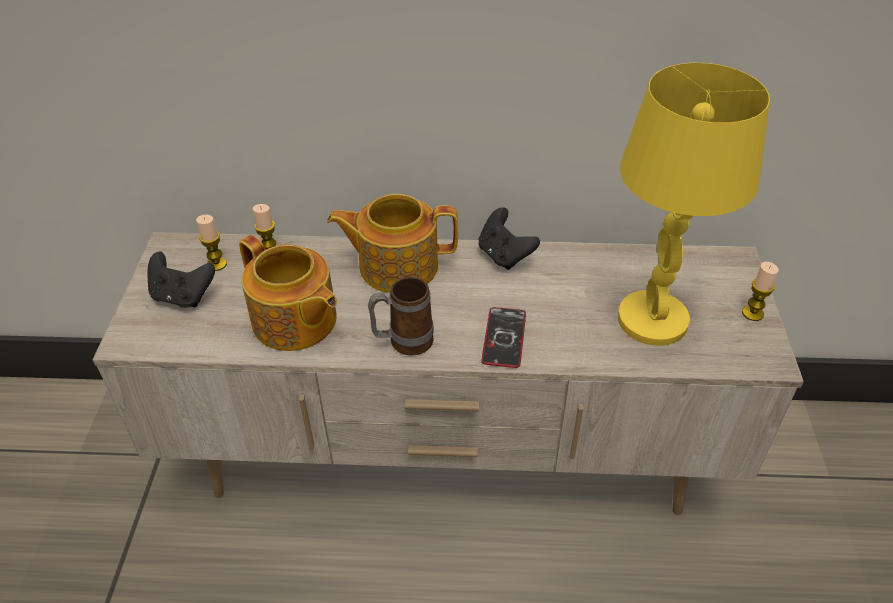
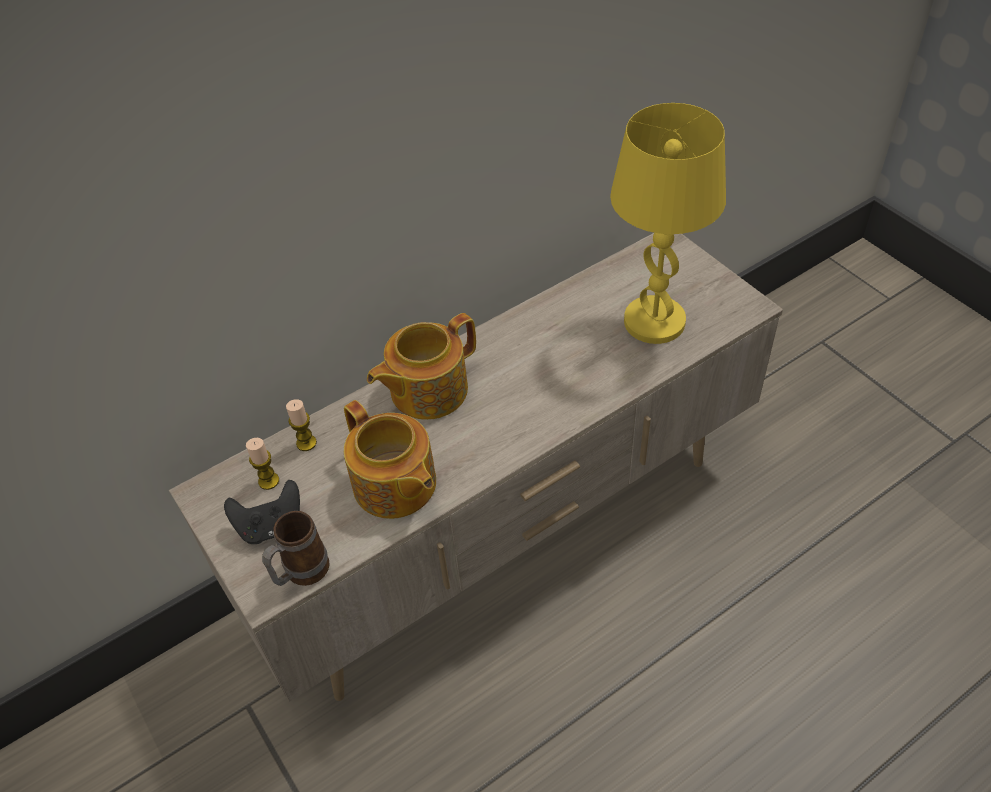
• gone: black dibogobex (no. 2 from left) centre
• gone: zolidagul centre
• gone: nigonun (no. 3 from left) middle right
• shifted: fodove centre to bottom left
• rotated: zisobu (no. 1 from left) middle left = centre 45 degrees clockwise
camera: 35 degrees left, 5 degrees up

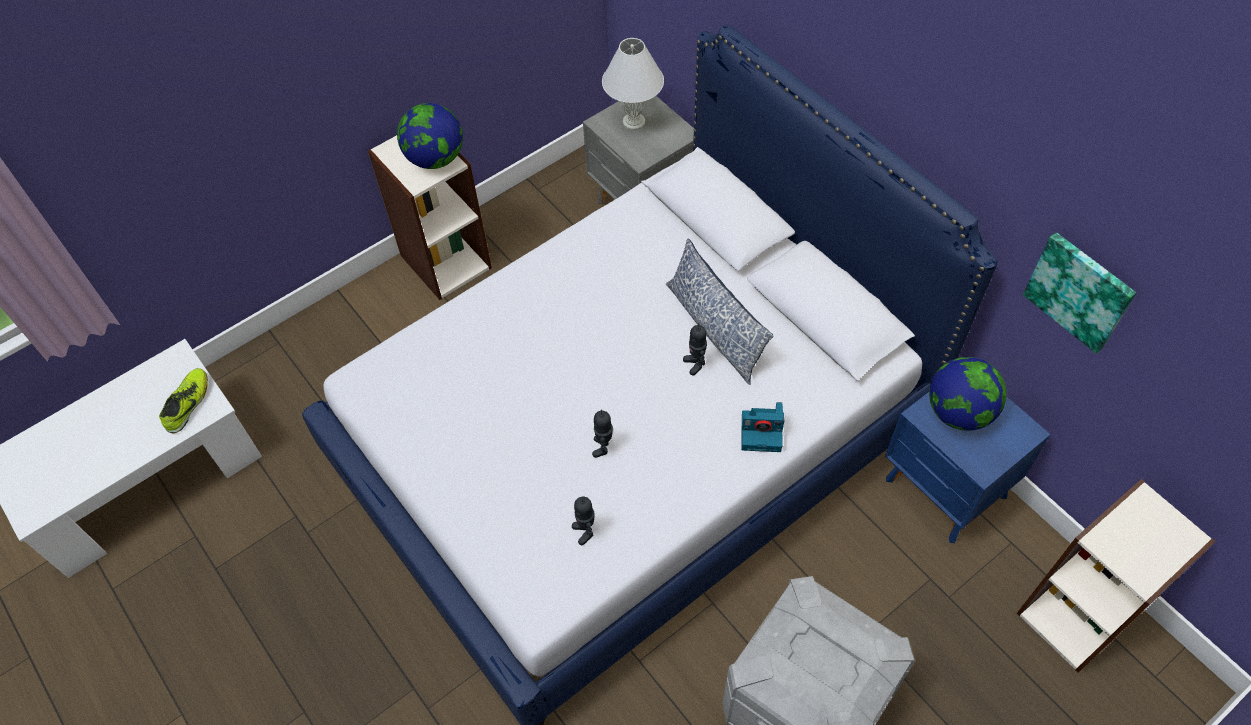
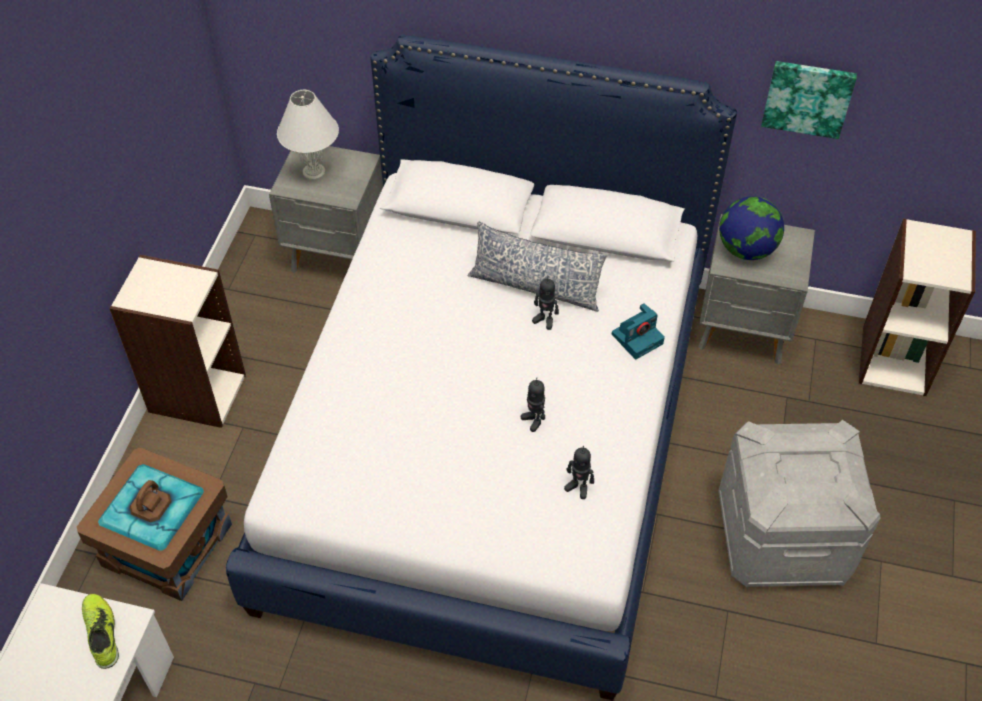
• gone: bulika (no. 1 from left) top centre
• new: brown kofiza bottom left
• repainted: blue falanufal middle right to grey falanufal (no. 2 from left) middle right
camera: 40 degrees left, 5 degrees down

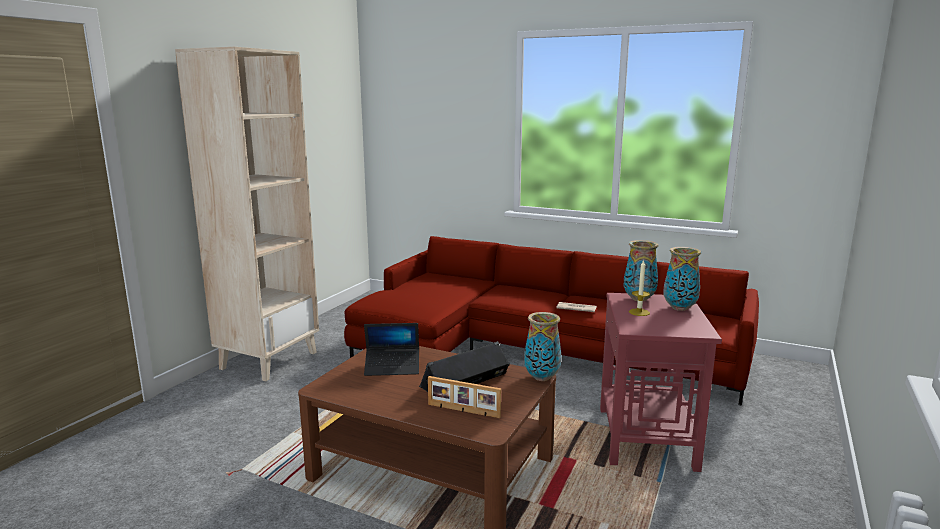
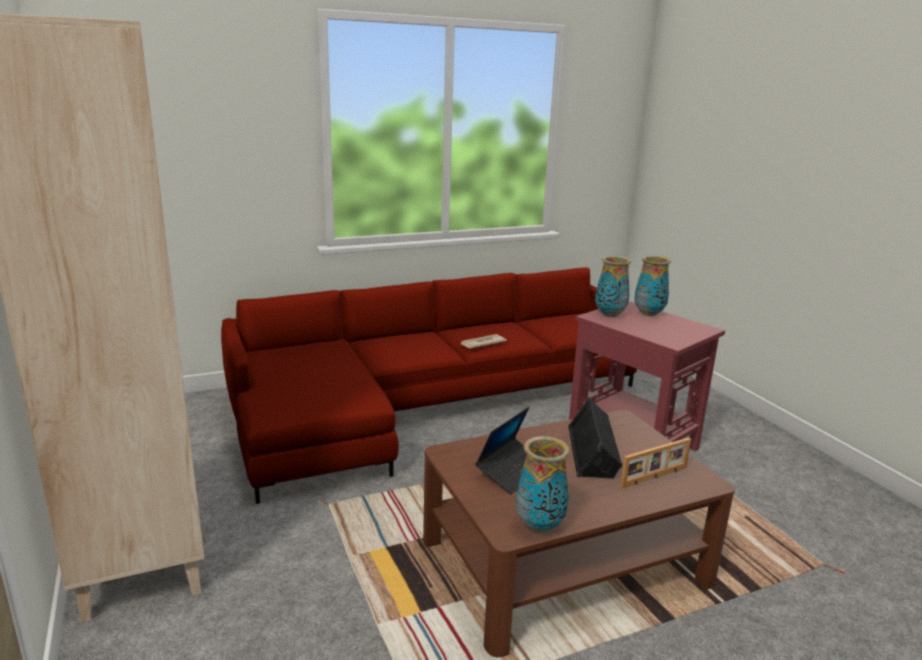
• gone: nigonun middle right
• shifted: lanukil (no. 1 from left) centre to bottom centre
camera: 50 degrees left, 5 degrees up

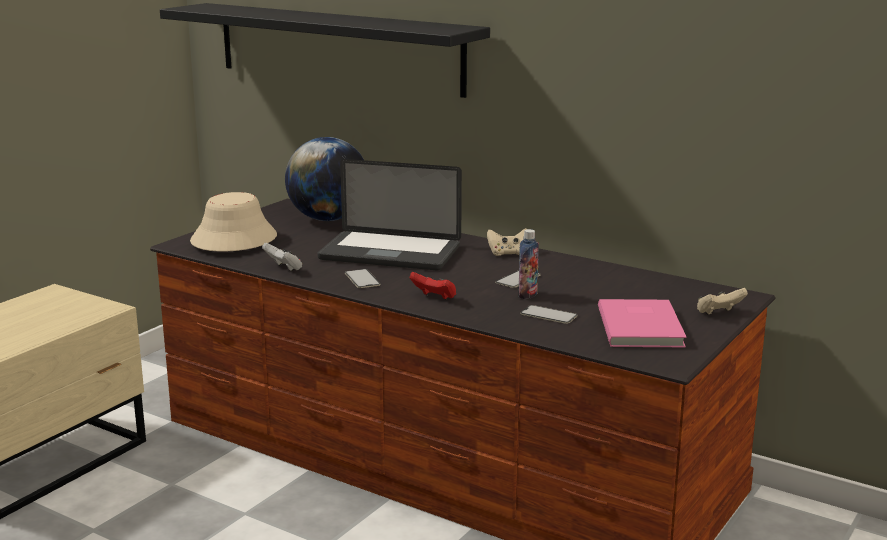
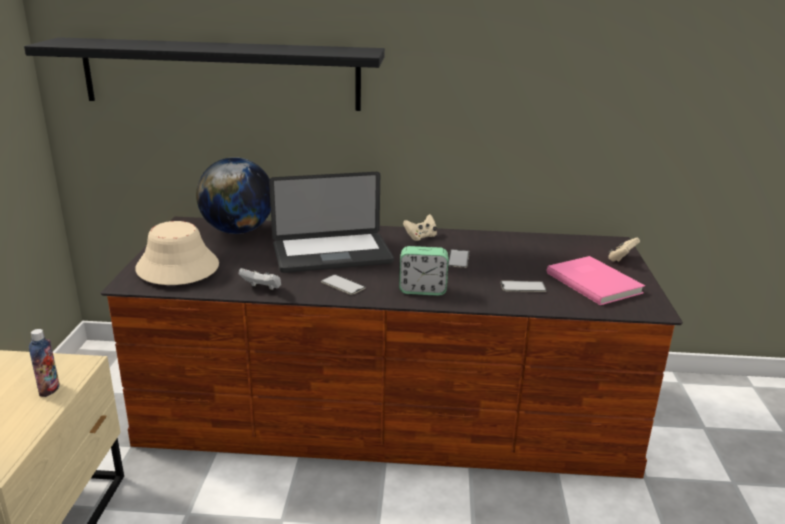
• shifted: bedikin centre to bottom left
• swapped: red dibogobex centre to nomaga centre
camera: 30 degrees left, 5 degrees up

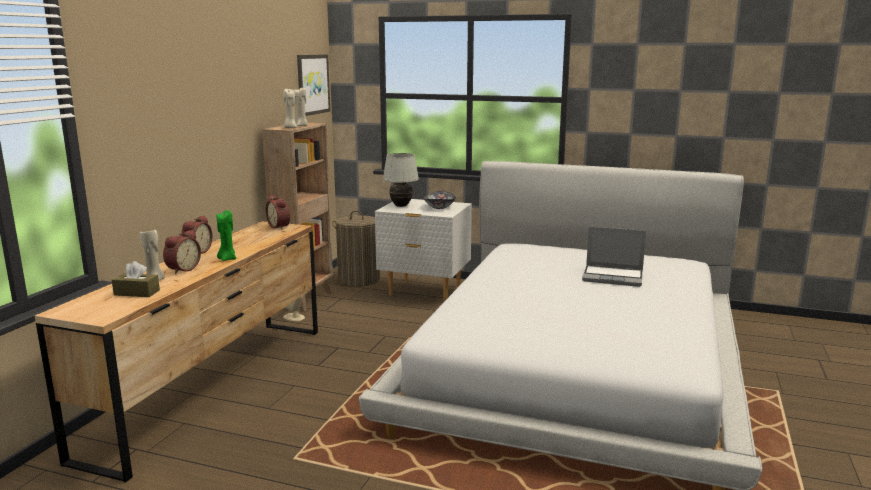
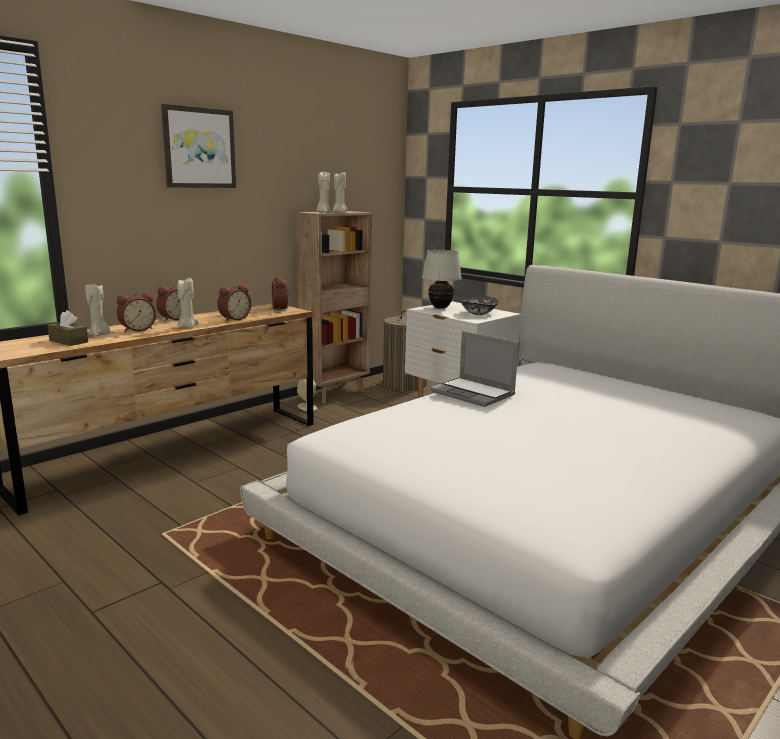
• new: nomaga (no. 3 from left) middle left
• shifted: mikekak top centre to top left
• shifted: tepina middle right to centre
• repainted: green nigonun middle left to beige nigonun (no. 2 from left) middle left
camera: 25 degrees right, 0 degrees up

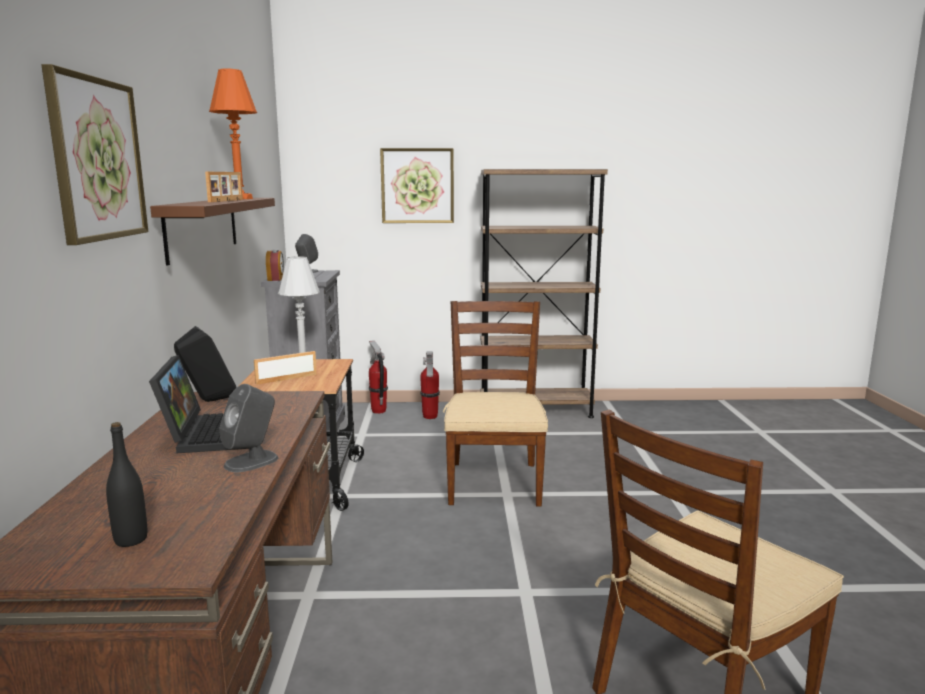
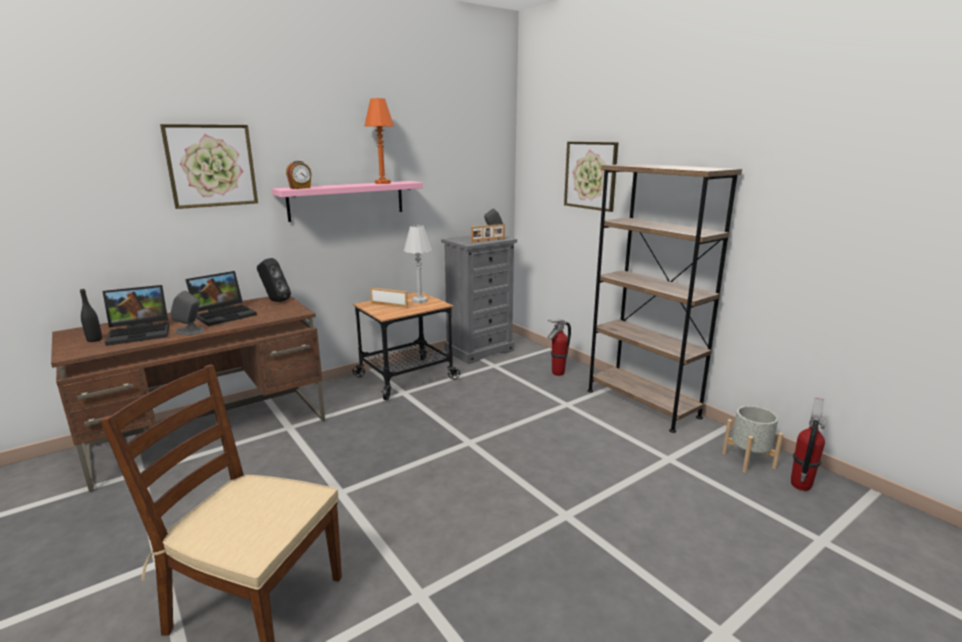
• gone: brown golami (no. 1 from left) centre
• new: tepina (no. 1 from left) middle left
• new: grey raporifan bottom right
• shifted: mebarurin (no. 1 from left in the first image) top left to mebarurin (no. 2 from left) centre
• shifted: nomaga middle left to top left
• shifted: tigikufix (no. 1 from left in the first image) centre to tigikufix (no. 2 from left) bottom right
• repainted: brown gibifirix middle left to pink gibifirix top centre
camera: 55 degrees right, 5 degrees up

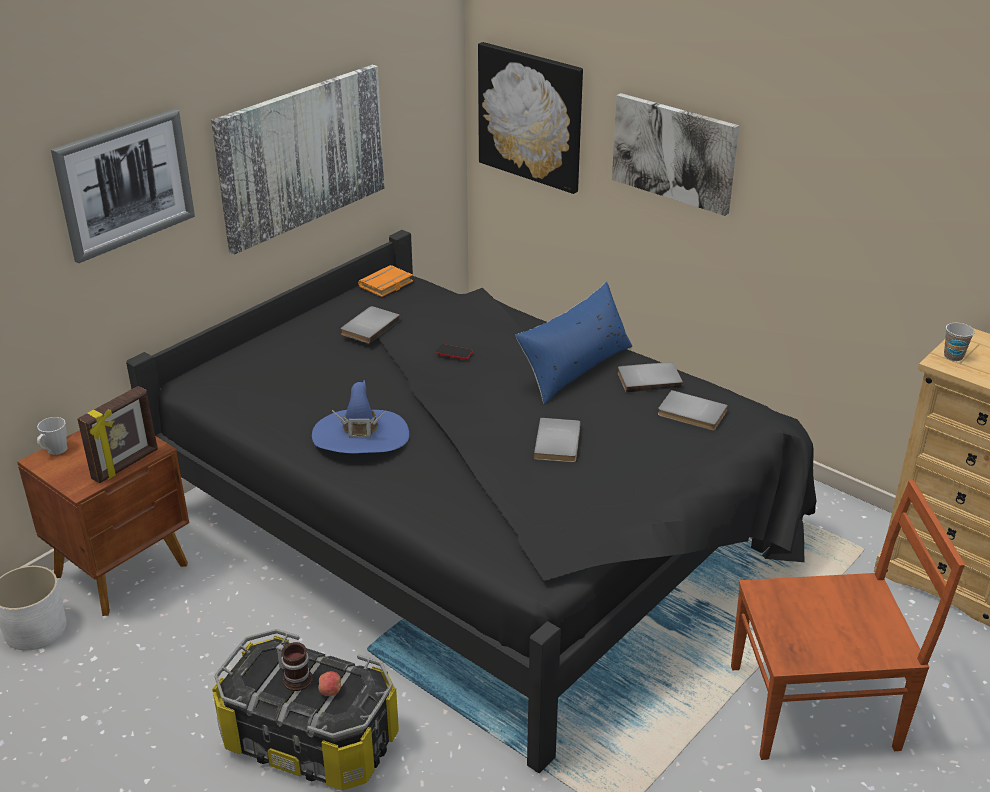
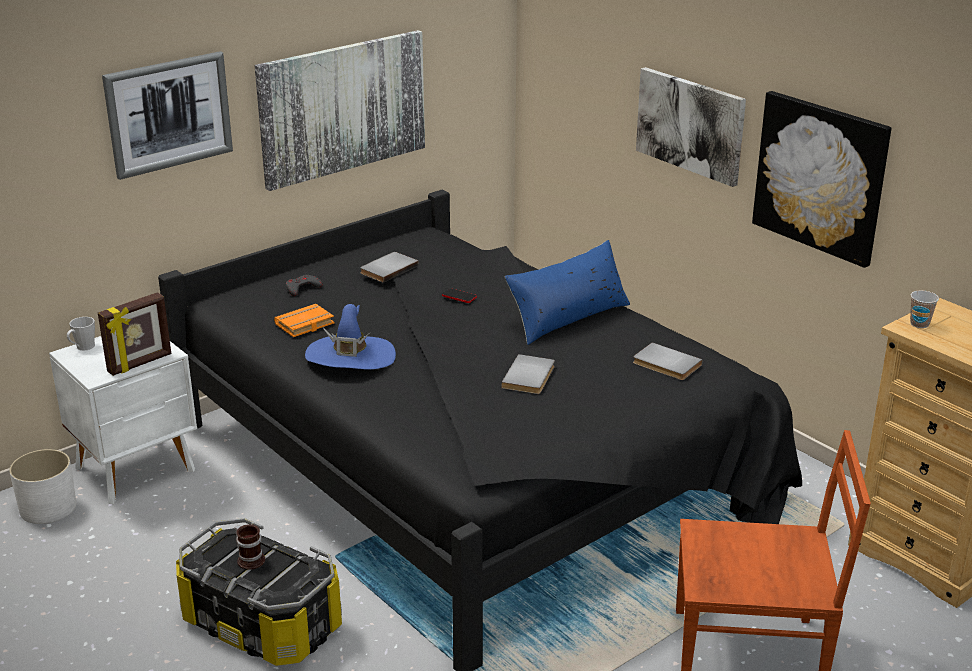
• gone: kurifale bottom left
• gone: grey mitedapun (no. 3 from left) centre
• new: grey dibogobex middle left
• shifted: orange mitedapun centre to middle left
• shifted: mikekak (no. 3 from left in the first image) top centre to mikekak (no. 4 from left) top right
• repainted: brown falanufal middle left to white falanufal middle left
camera: 10 degrees right, 5 degrees down

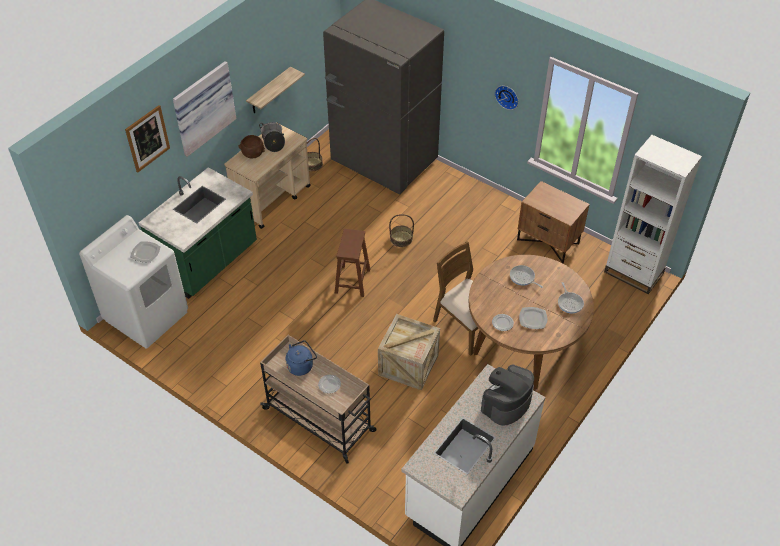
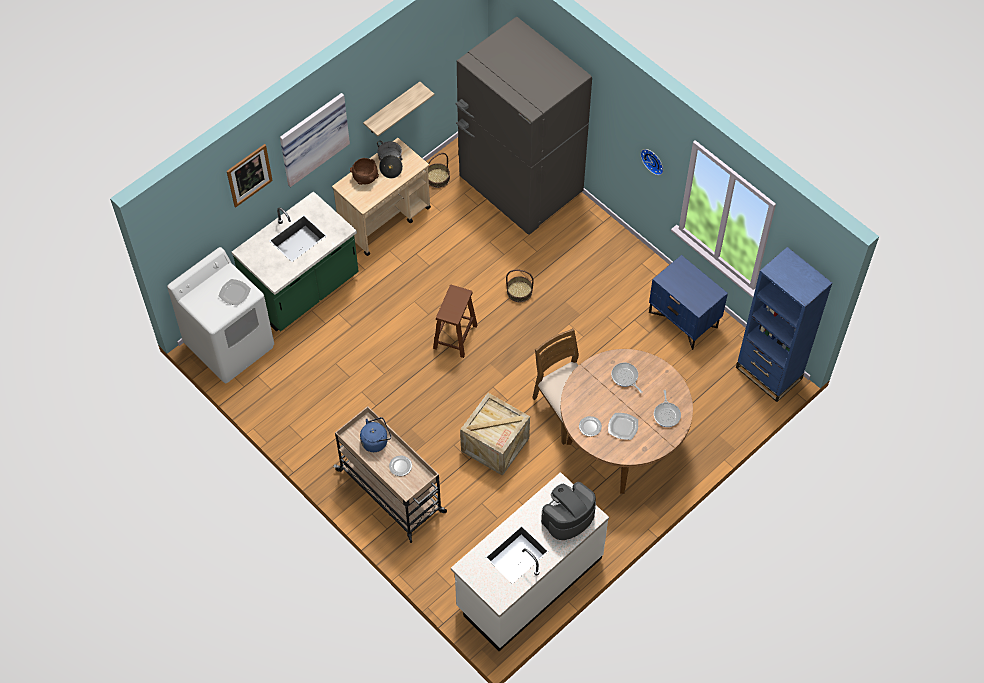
• repainted: brown falanufal middle right to blue falanufal middle right
• repainted: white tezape middle right to blue tezape middle right
camera: 10 degrees right, 10 degrees up

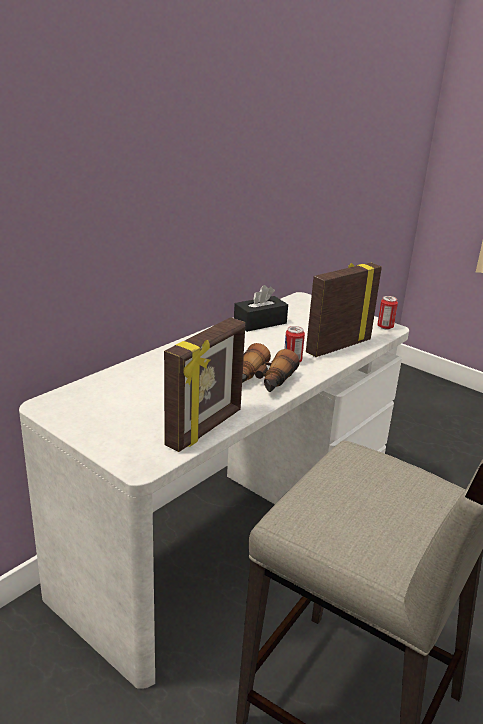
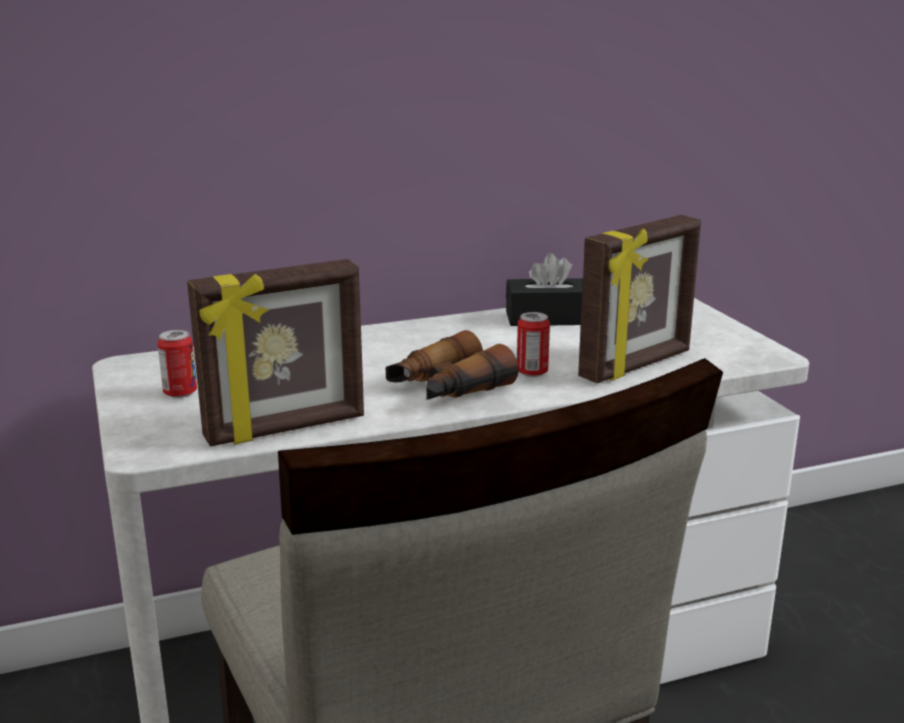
• shifted: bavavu (no. 2 from left in the first image) middle right to bavavu (no. 1 from left) middle left
• rotated: mebarurin (no. 2 from left) middle right = middle right 150 degrees clockwise
camera: 30 degrees right, 5 degrees down

